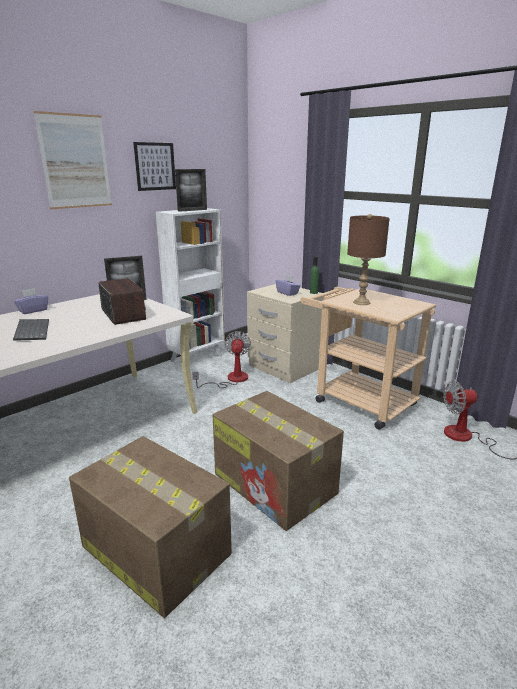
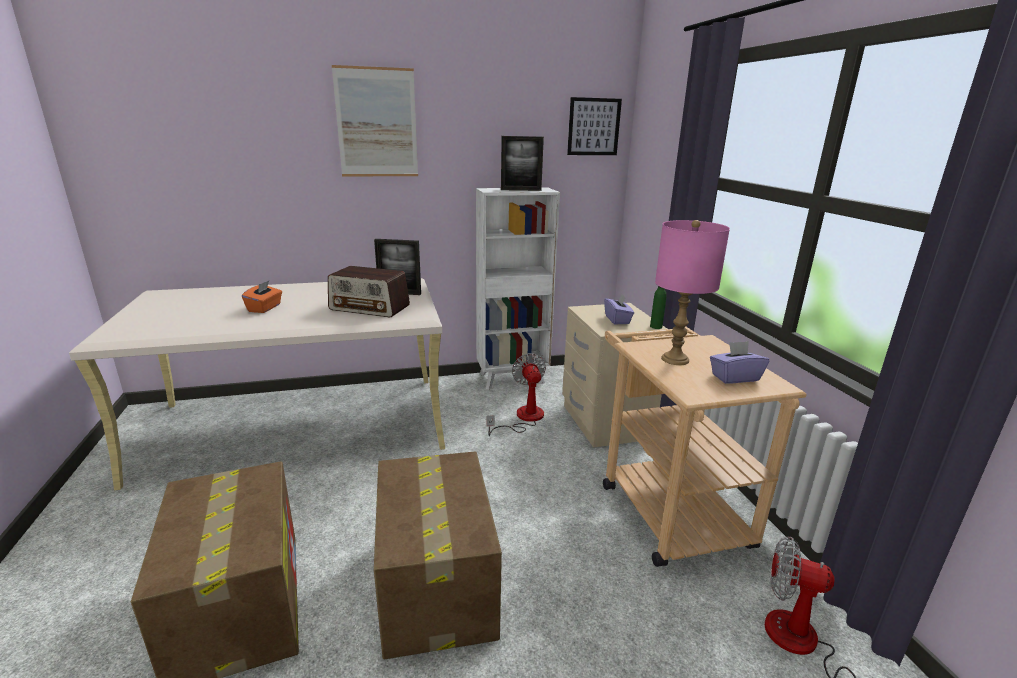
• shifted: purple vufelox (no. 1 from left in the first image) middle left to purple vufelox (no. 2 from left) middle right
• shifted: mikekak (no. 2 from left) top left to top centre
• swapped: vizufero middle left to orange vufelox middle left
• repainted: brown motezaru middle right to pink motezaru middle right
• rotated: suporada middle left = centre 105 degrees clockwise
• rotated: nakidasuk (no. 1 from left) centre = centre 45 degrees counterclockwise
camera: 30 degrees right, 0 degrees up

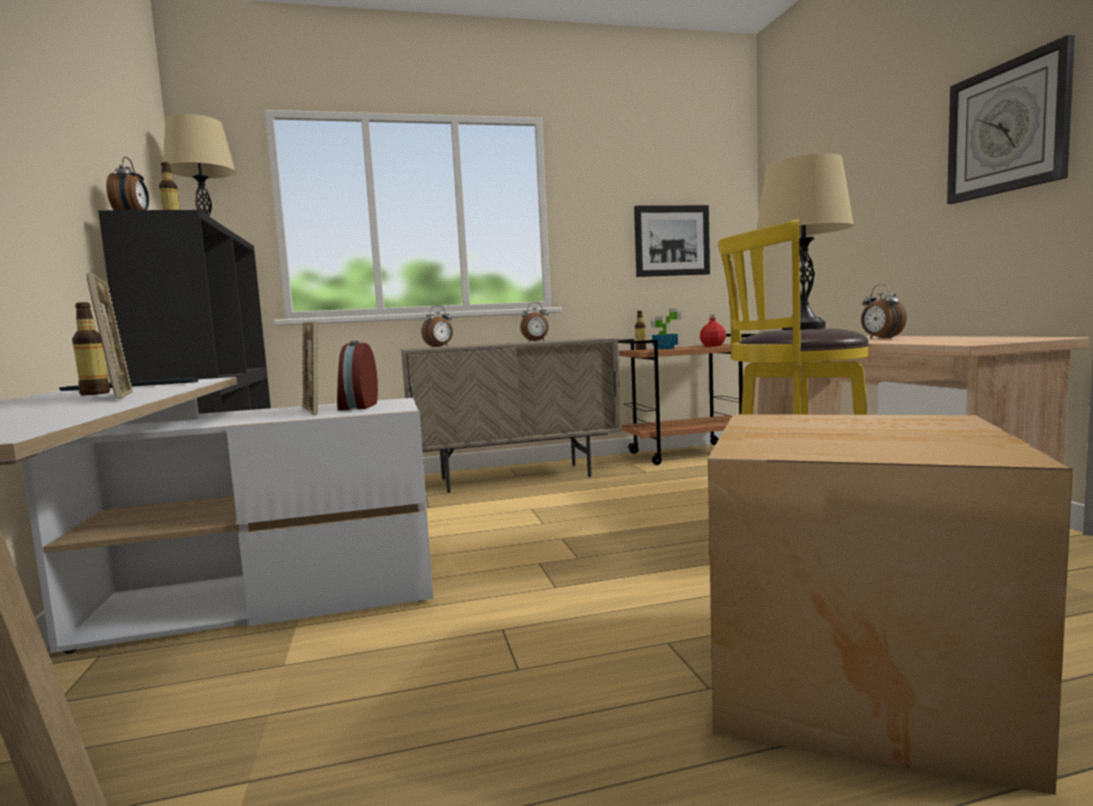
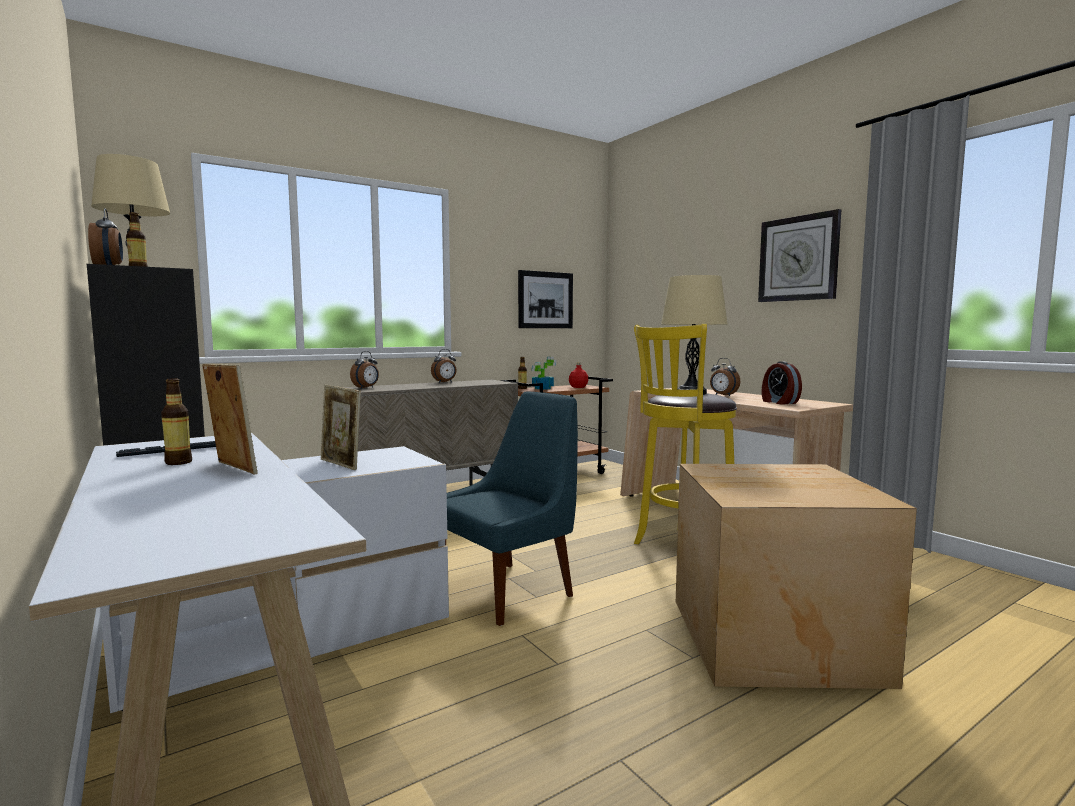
• new: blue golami centre
• shifted: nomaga (no. 2 from left in the first image) middle left to nomaga (no. 5 from left) middle right
camera: 20 degrees left, 0 degrees up

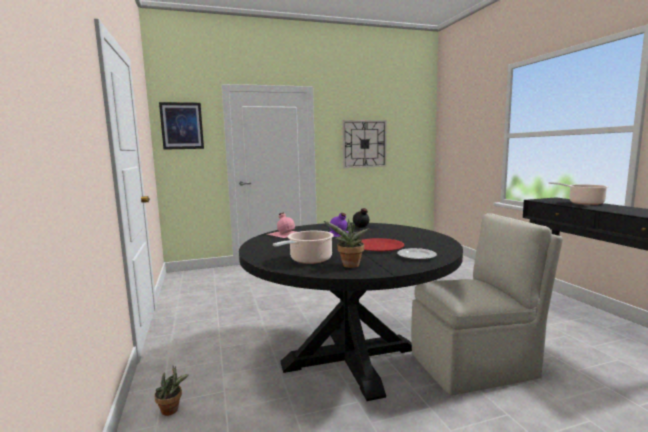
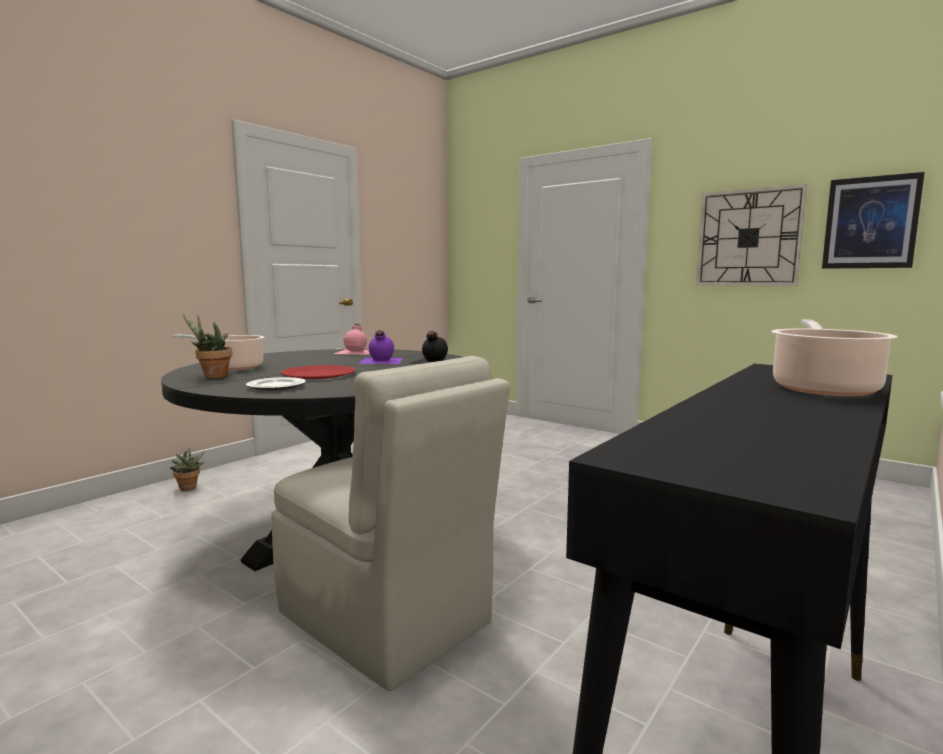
• shifted: mikekak top left to top right
camera: 55 degrees right, 0 degrees up

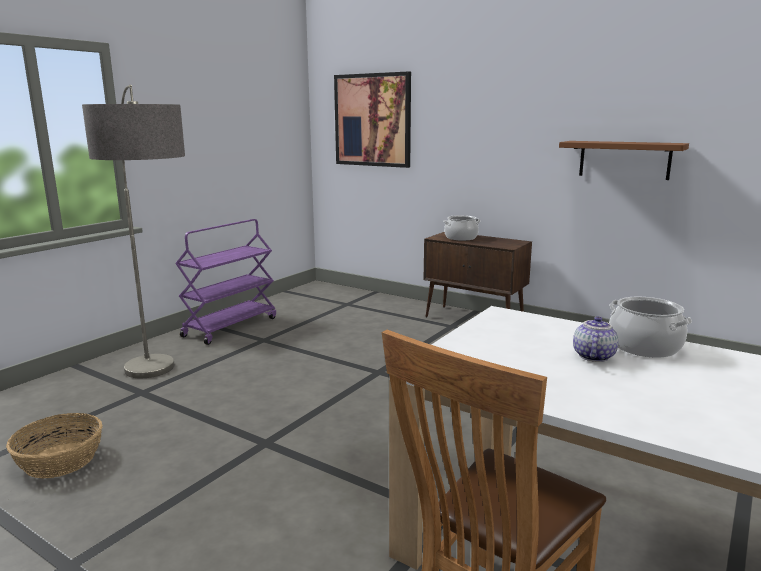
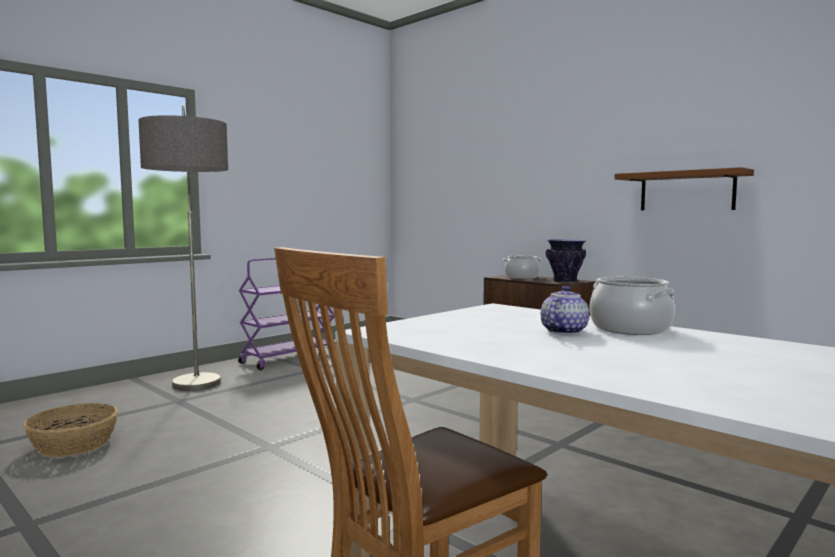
• gone: mikekak top centre
• new: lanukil middle right
camera: 10 degrees right, 10 degrees down

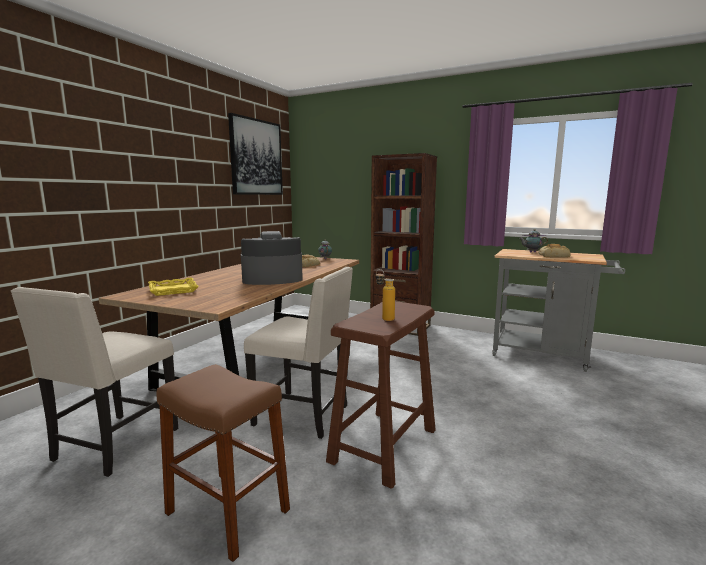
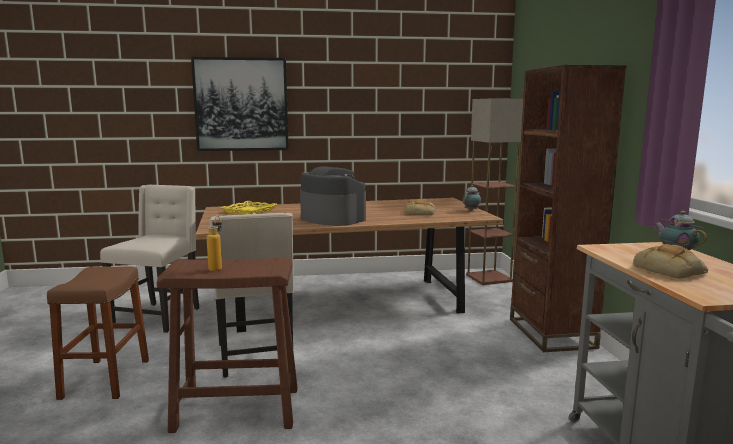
• new: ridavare middle right
• shifted: mikekak top centre to top left
• rotated: beige golami (no. 1 from left) bottom left = middle left 120 degrees clockwise
camera: 55 degrees right, 0 degrees up

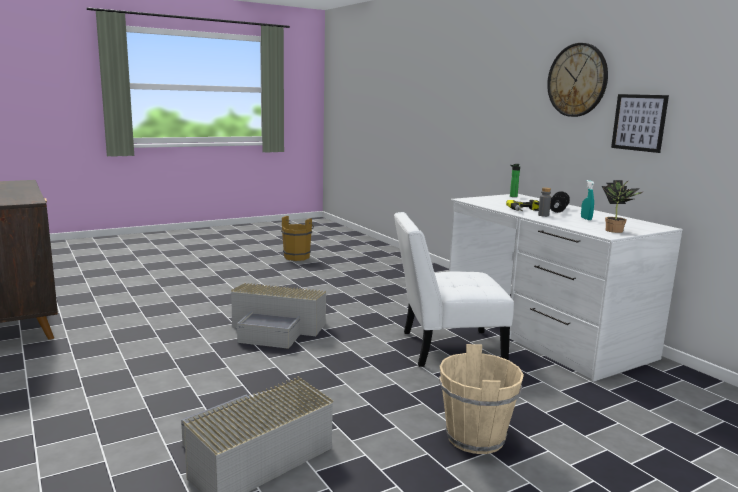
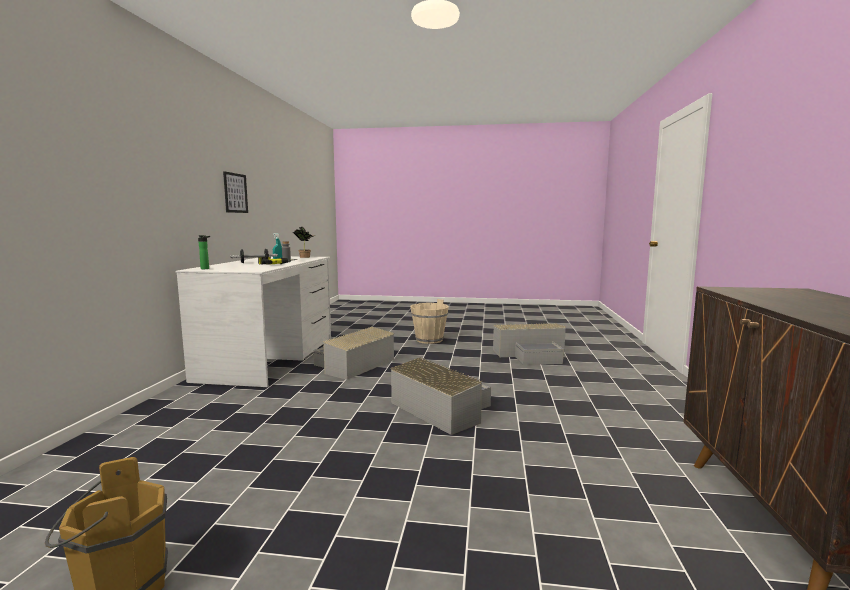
• gone: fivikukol top right
• swapped: white golami centre to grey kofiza (no. 1 from left) centre
camera: 140 degrees left, 5 degrees down

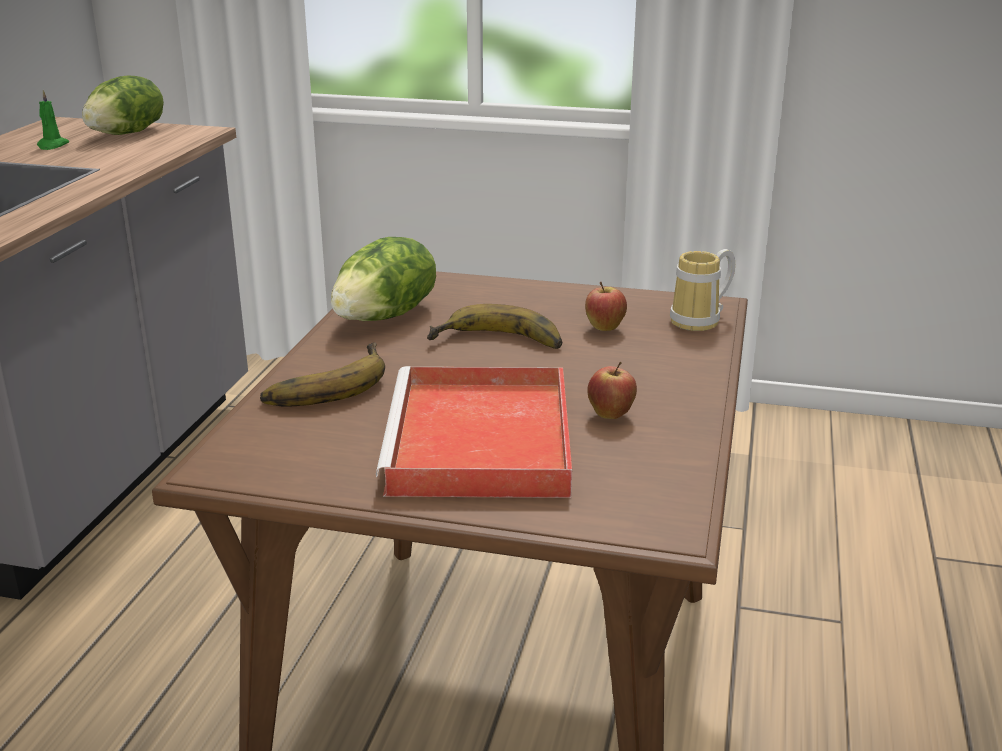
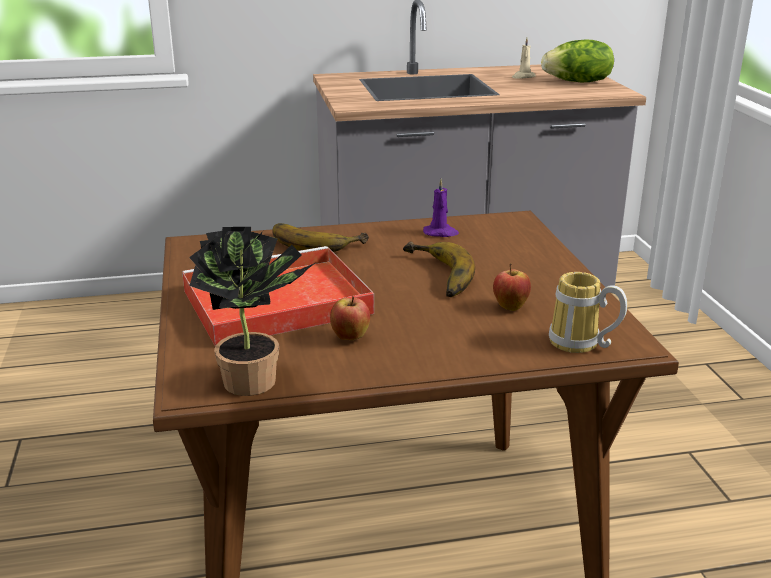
• new: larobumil middle left
• swapped: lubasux (no. 2 from left) centre to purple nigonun centre
• repainted: green nigonun top left to beige nigonun top right
camera: 65 degrees right, 0 degrees up

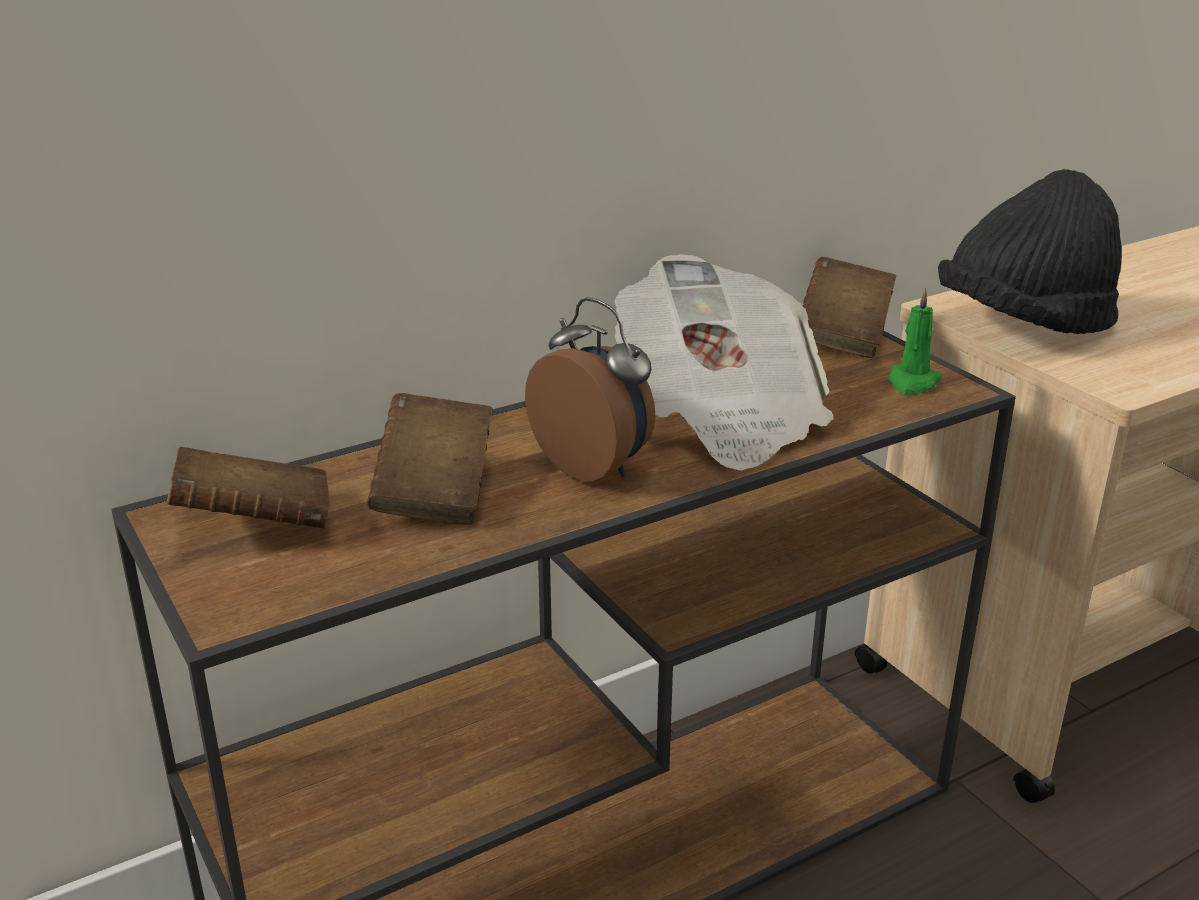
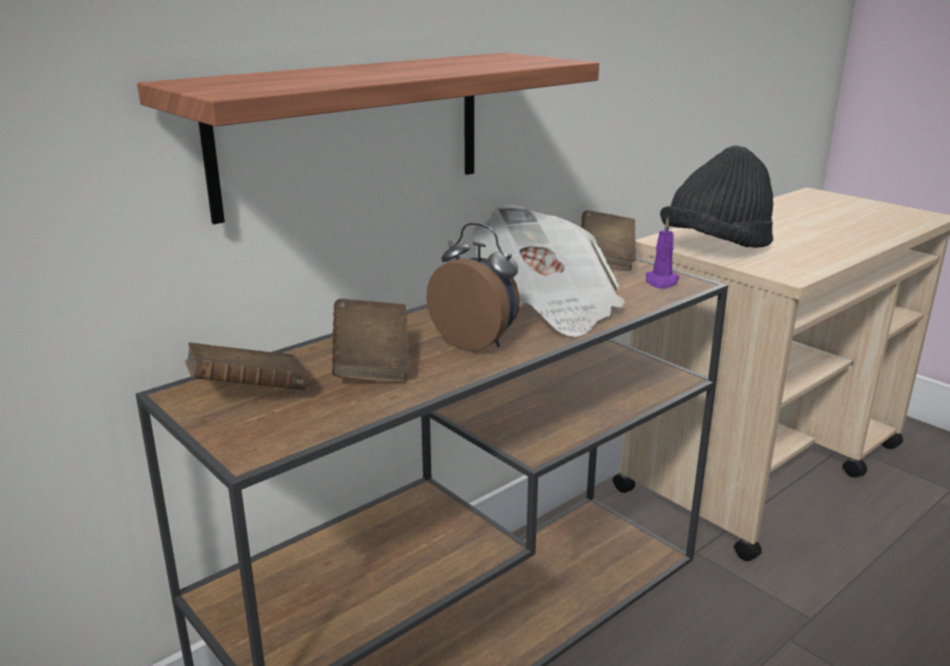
• new: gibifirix top centre
• repainted: green nigonun middle right to purple nigonun middle right
camera: 10 degrees left, 5 degrees down

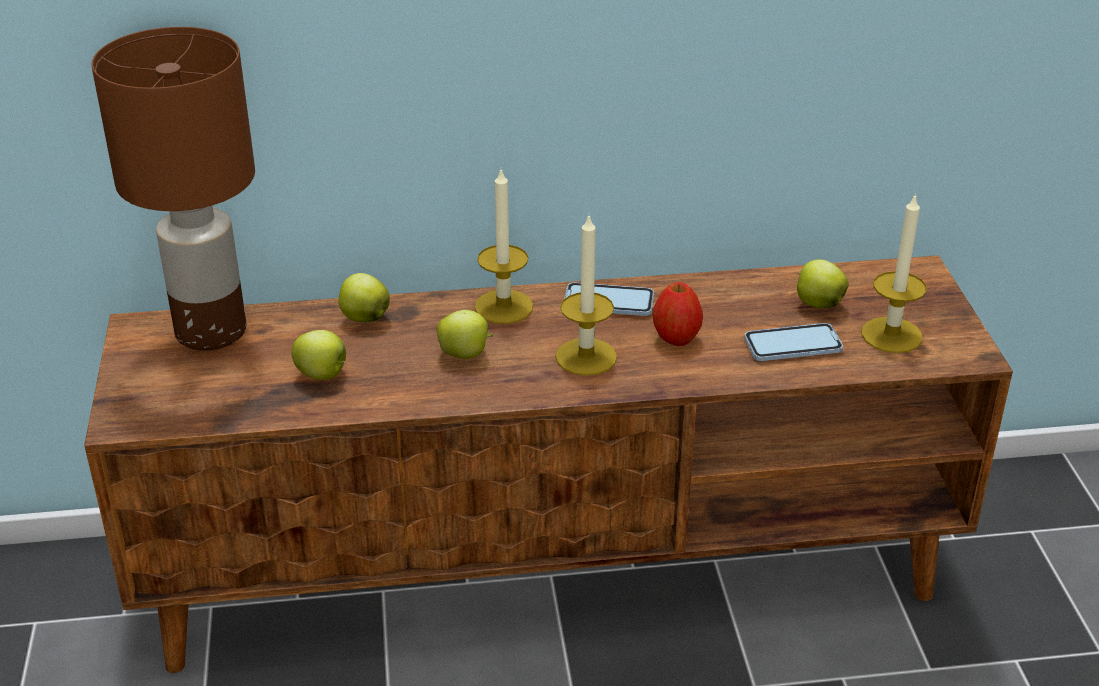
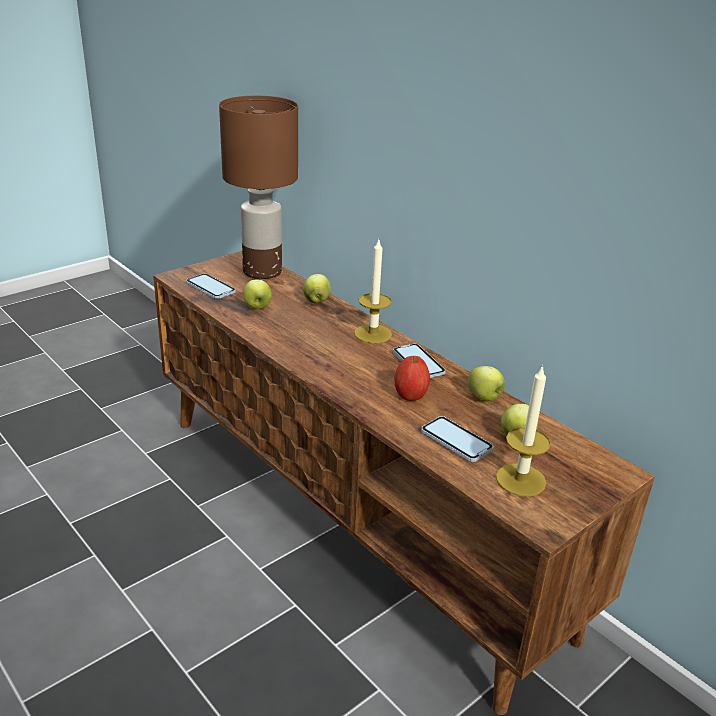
• gone: nigonun (no. 2 from left) centre
• new: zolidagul (no. 1 from left) middle left
• shifted: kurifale (no. 3 from left in the first image) centre to kurifale (no. 4 from left) middle right
camera: 55 degrees right, 5 degrees down

